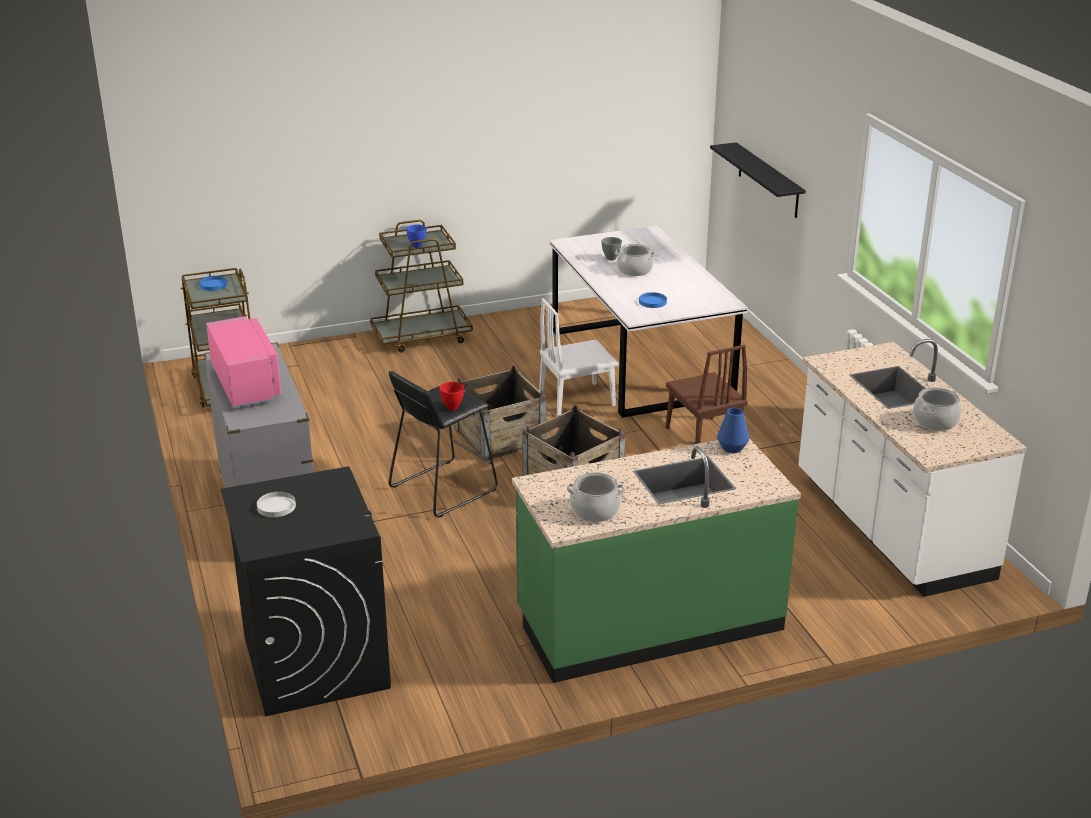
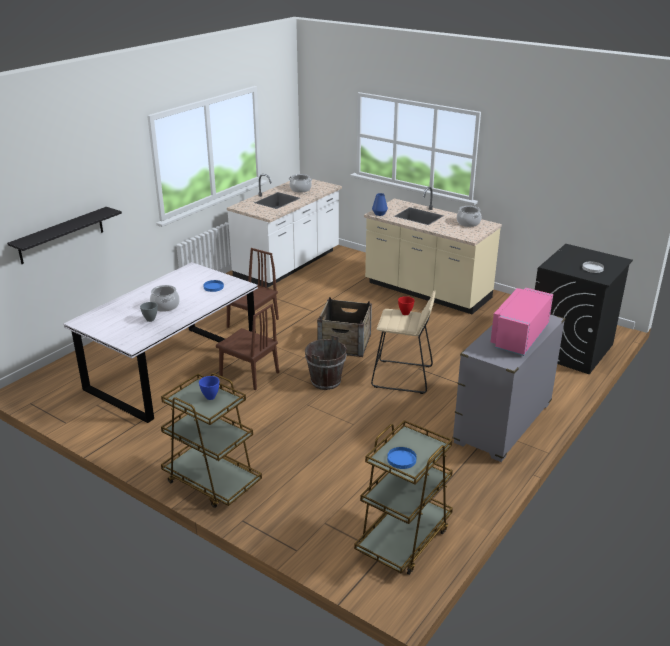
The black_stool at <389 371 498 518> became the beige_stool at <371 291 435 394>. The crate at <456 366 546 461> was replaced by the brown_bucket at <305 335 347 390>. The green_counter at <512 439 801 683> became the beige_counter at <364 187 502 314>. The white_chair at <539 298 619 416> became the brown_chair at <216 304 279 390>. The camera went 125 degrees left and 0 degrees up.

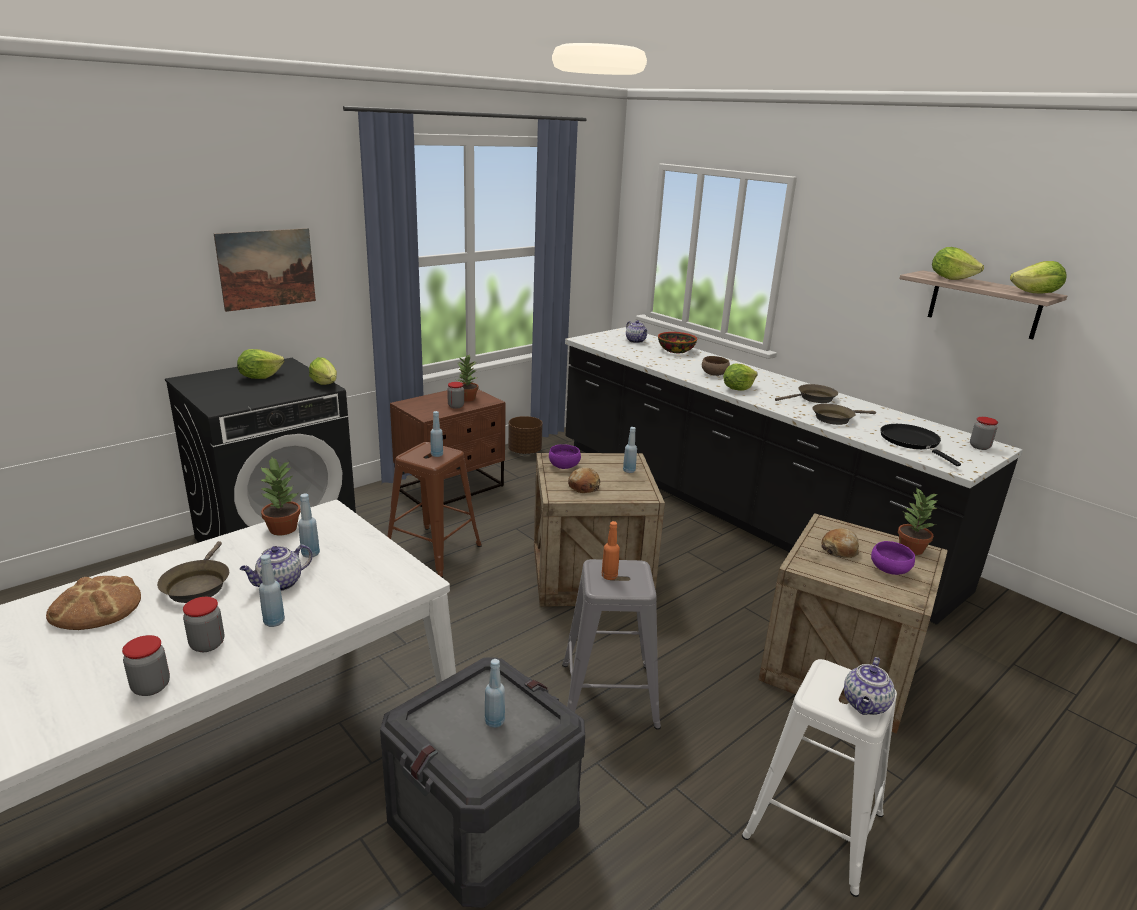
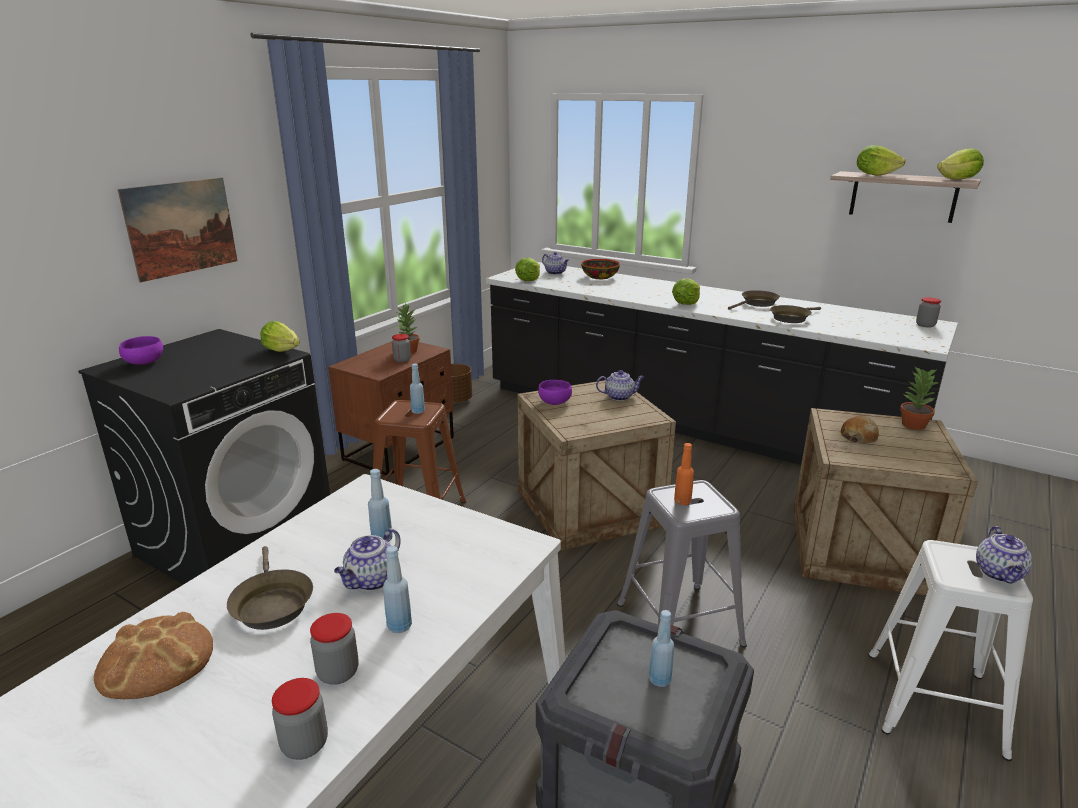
The lettuce moved from <237 349 284 379> to <515 258 540 281>. The potted_plant at <260 457 301 535> disappeared. The bread at <568 467 600 493> disappeared. The blue_bottle at <623 427 637 473> was replaced by the teapot at <596 370 644 401>. The brown_bowl at <702 356 730 376> disappeared. The purple_bowl moved from <871 541 915 575> to <119 336 163 365>. The black_frying_pan at <881 424 961 466> disappeared. The camera went 15 degrees left and 0 degrees up.

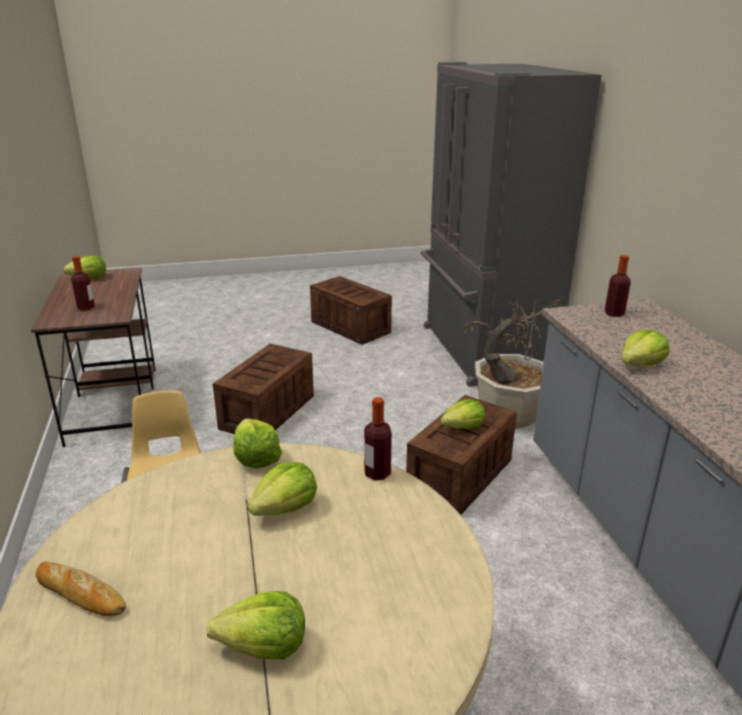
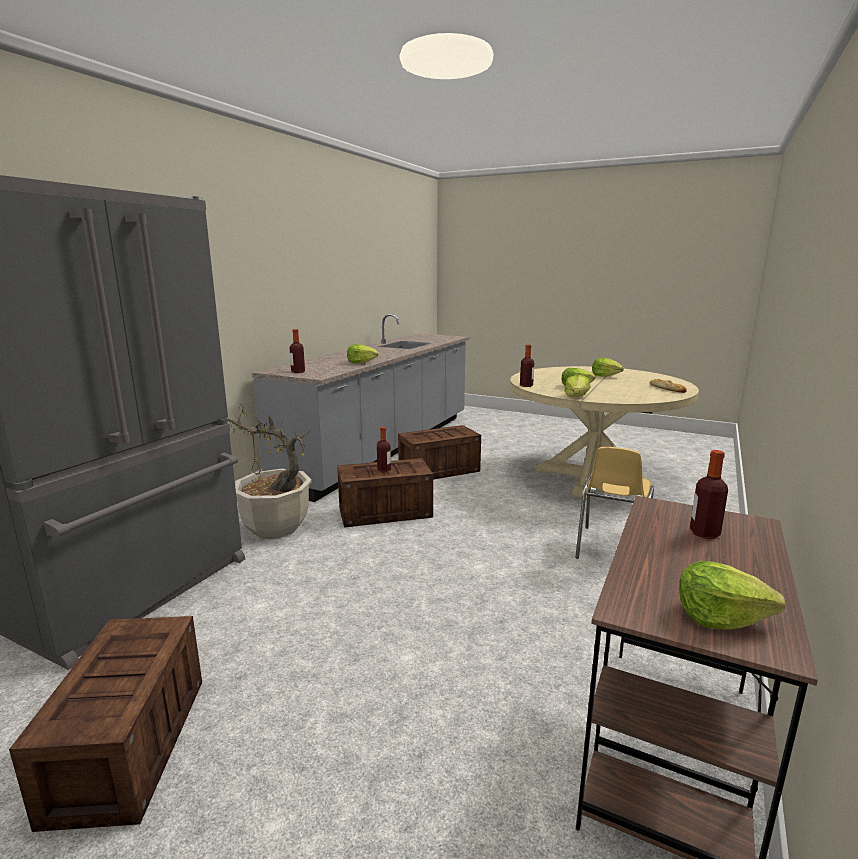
The crate moved from <213 344 314 434> to <398 425 481 480>. The lettuce at <440 399 485 429> was replaced by the bottle at <377 427 391 472>. The camera went 140 degrees left and 10 degrees down.

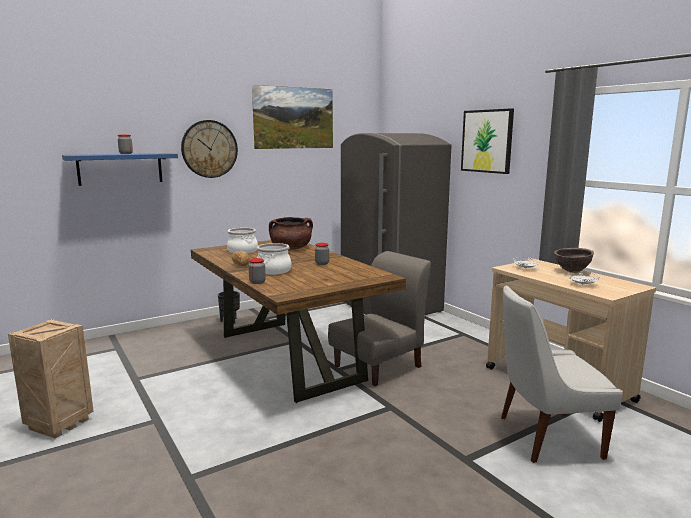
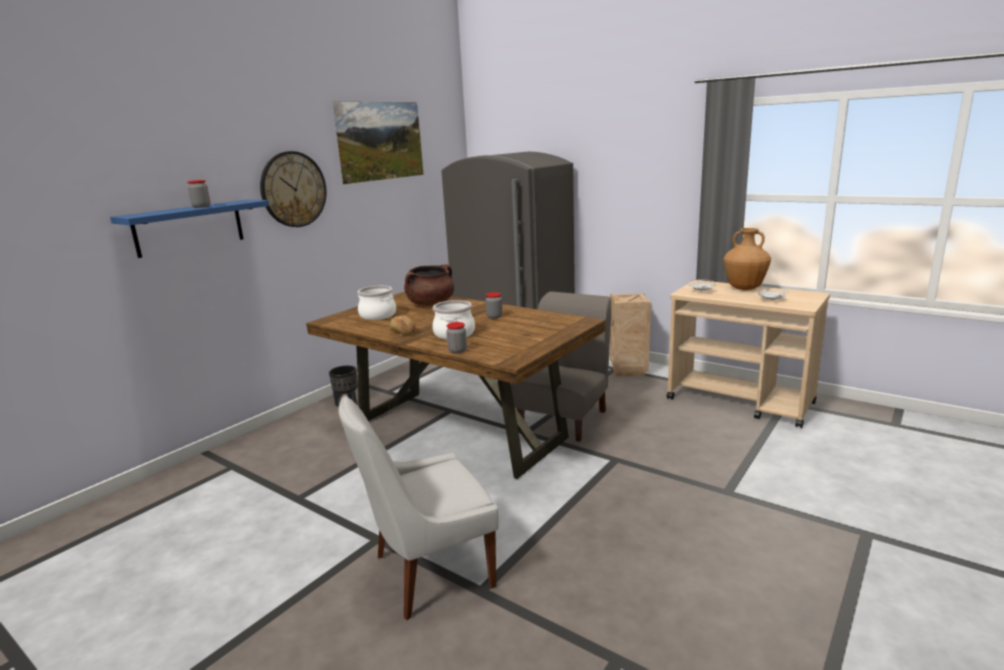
The crate moved from <8 319 94 439> to <610 293 651 376>. The picture at <461 108 514 174> disappeared. The white_chair moved from <501 285 623 463> to <339 396 499 620>. The brown_bowl at <554 248 594 273> was replaced by the brown_vase at <723 228 771 290>. The camera went 20 degrees left and 5 degrees up.

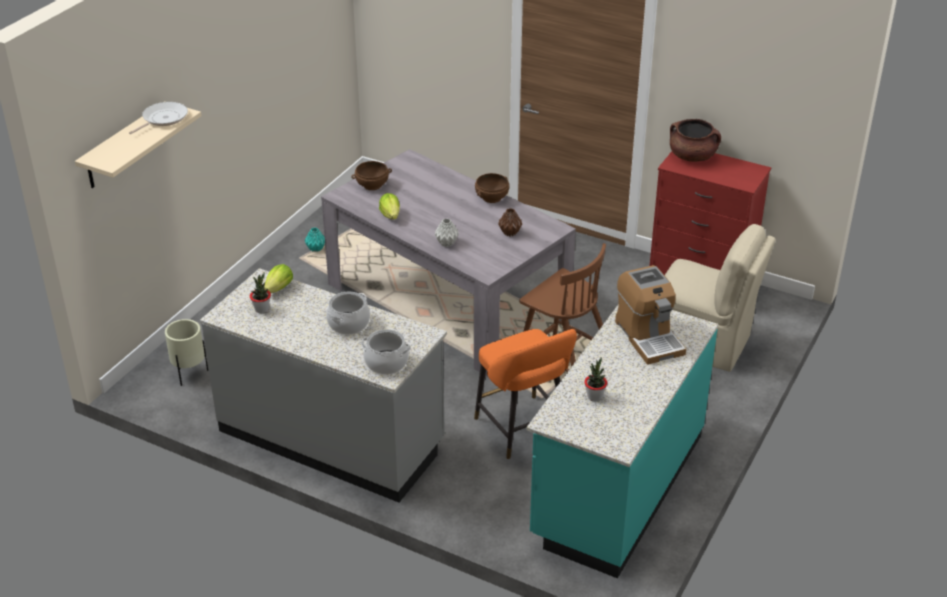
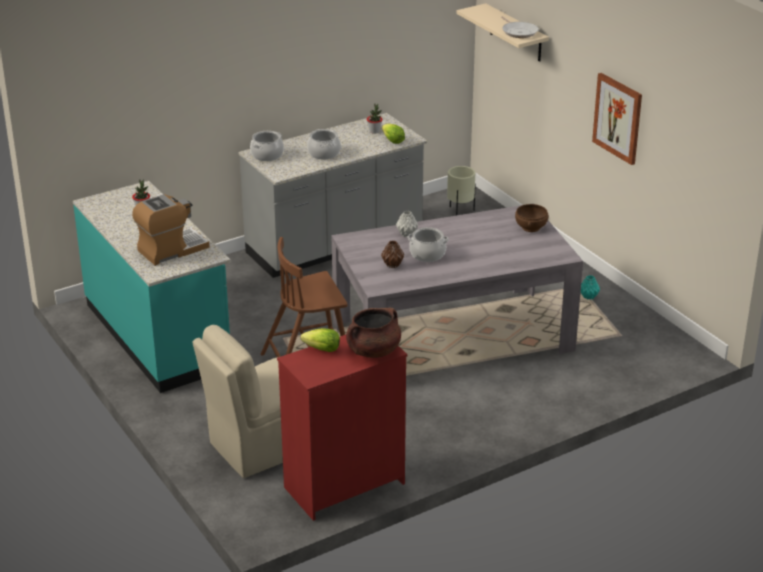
The lettuce moved from <379 193 400 220> to <301 328 340 352>. The orange_stool at <474 329 577 459> disappeared. The brown_bowl at <475 173 509 203> disappeared. The coffee_machine at <615 265 686 365> turned 135 degrees clockwise. The cooking_pot at <407 227 449 262> appeared. The picture at <592 73 642 165> appeared. The camera went 120 degrees right and 5 degrees down.

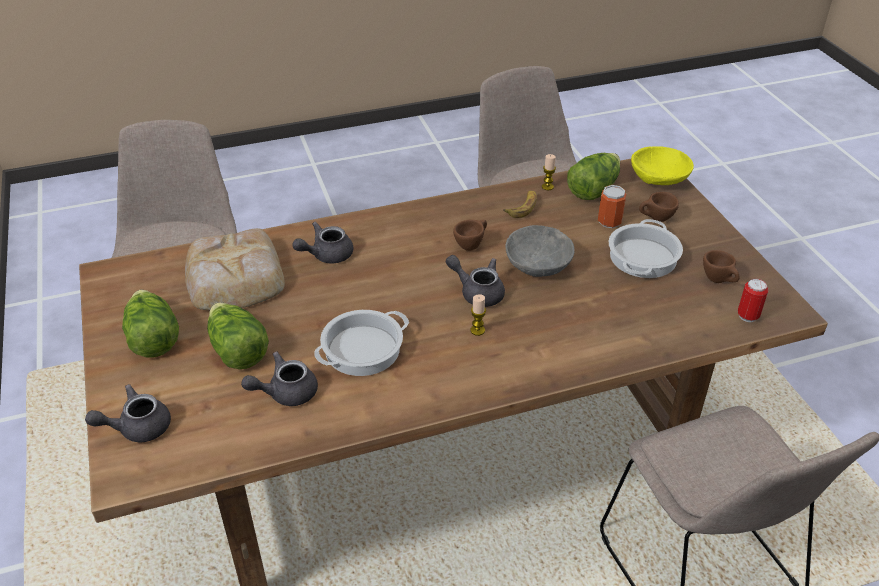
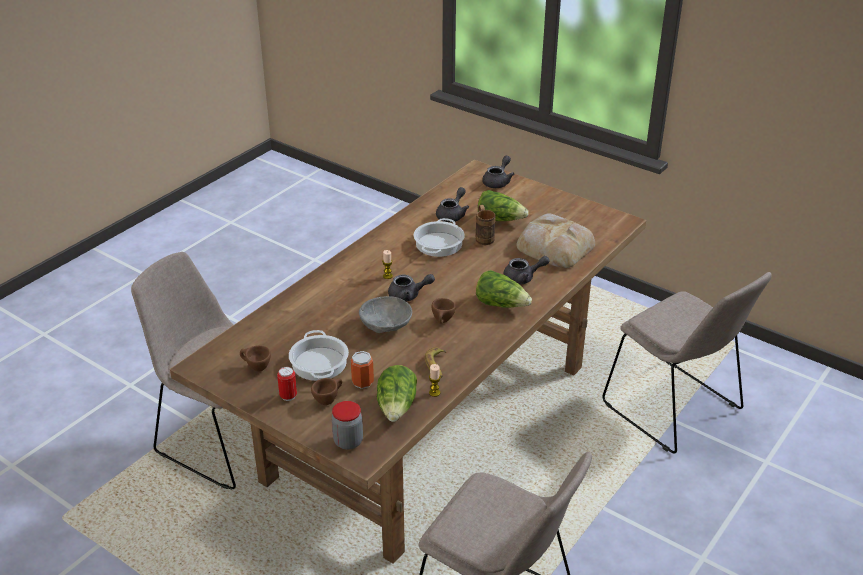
The lettuce moved from <122 289 179 357> to <476 270 532 308>. The grey_teapot at <293 222 353 263> turned 60 degrees clockwise. The yellow_bowl at <631 146 694 185> was replaced by the jar at <332 401 363 450>. The can moved from <738 279 769 322> to <277 367 297 401>. The brown_mug at <475 205 496 245> appeared. The camera went 145 degrees right and 5 degrees down.

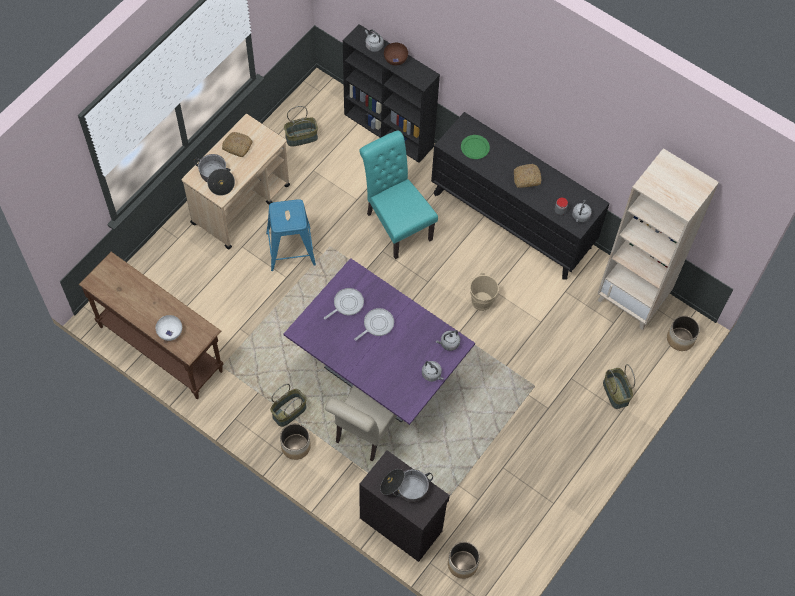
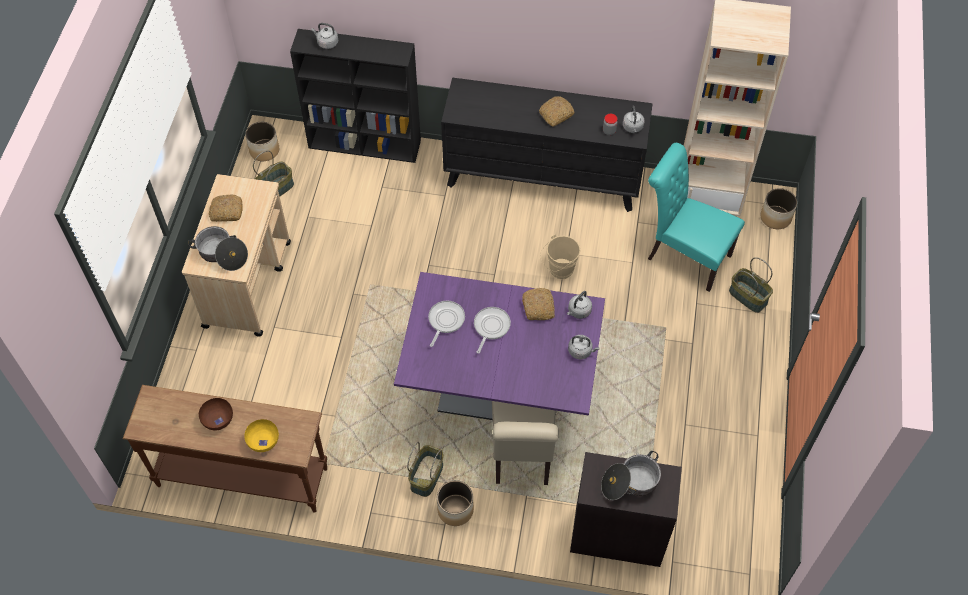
The white_bowl at <156 315 182 341> became the yellow_bowl at <244 419 279 452>. The blue_stool at <266 199 316 271> disappeared. The turquoise_chair moved from <359 130 438 259> to <648 143 745 292>. The brown_bowl moved from <384 43 408 65> to <199 398 233 430>. The planter moved from <448 542 480 579> to <245 122 279 161>. The green_plate at <461 135 490 159> disappeared. The bread at <522 288 555 320> appeared. The camera went 25 degrees left and 5 degrees down.

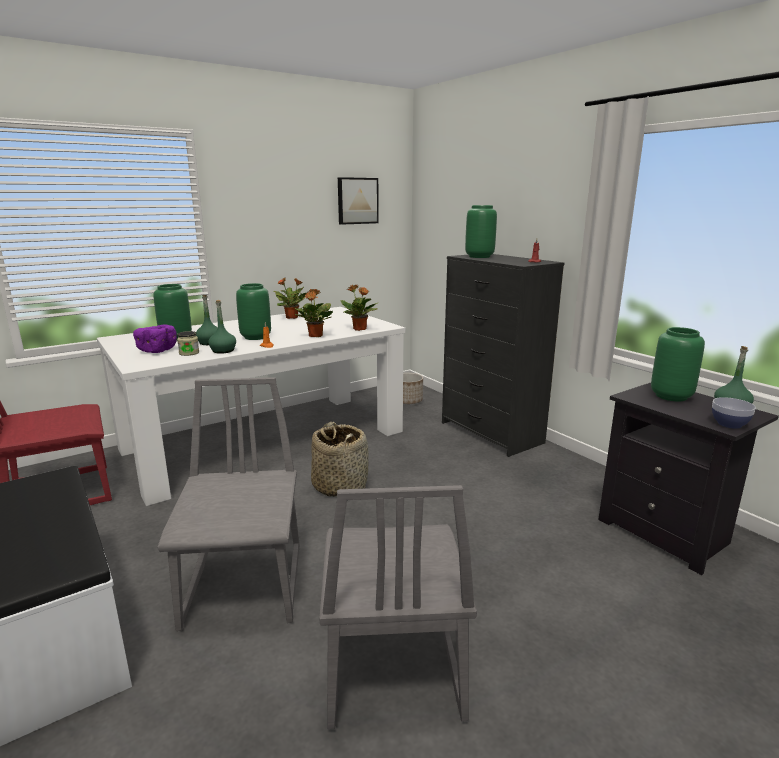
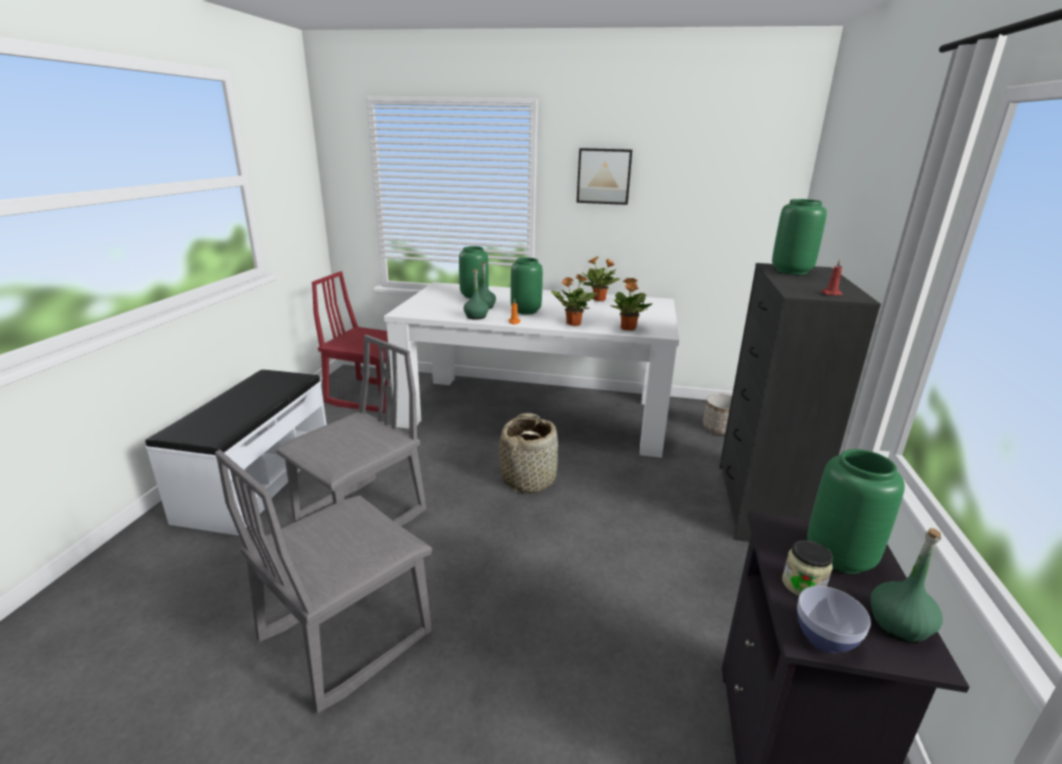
The purple_bowl at <133 324 177 353> disappeared. The jar moved from <177 331 199 356> to <782 540 833 596>. The picture moved from <338 177 379 225> to <577 148 632 205>. The camera went 45 degrees right and 5 degrees up.

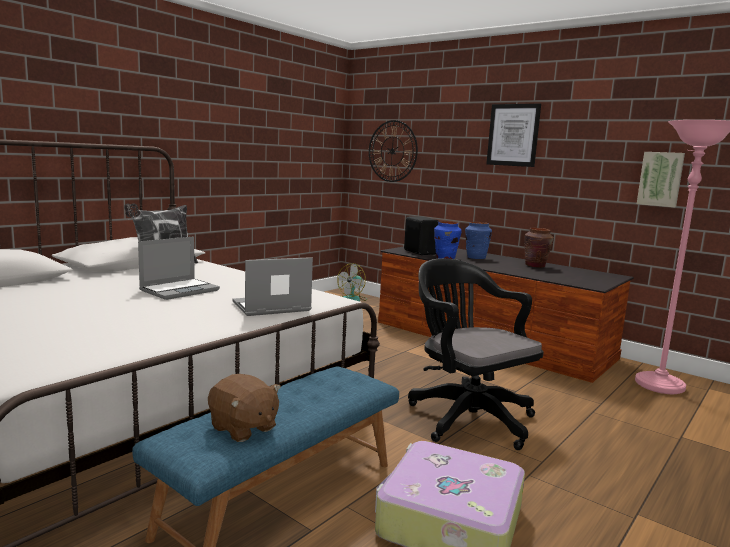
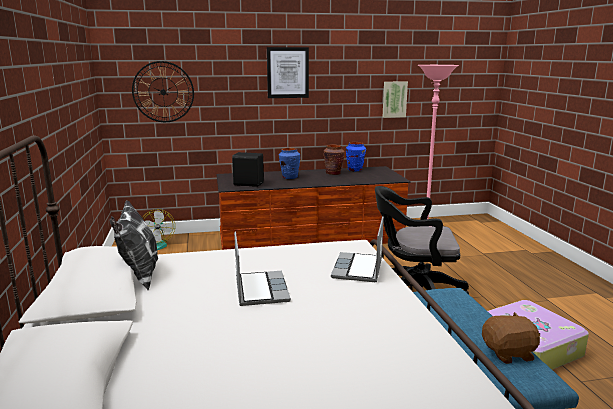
The blue_vase moved from <434 221 462 259> to <346 142 366 171>. The camera went 50 degrees left and 5 degrees up.

